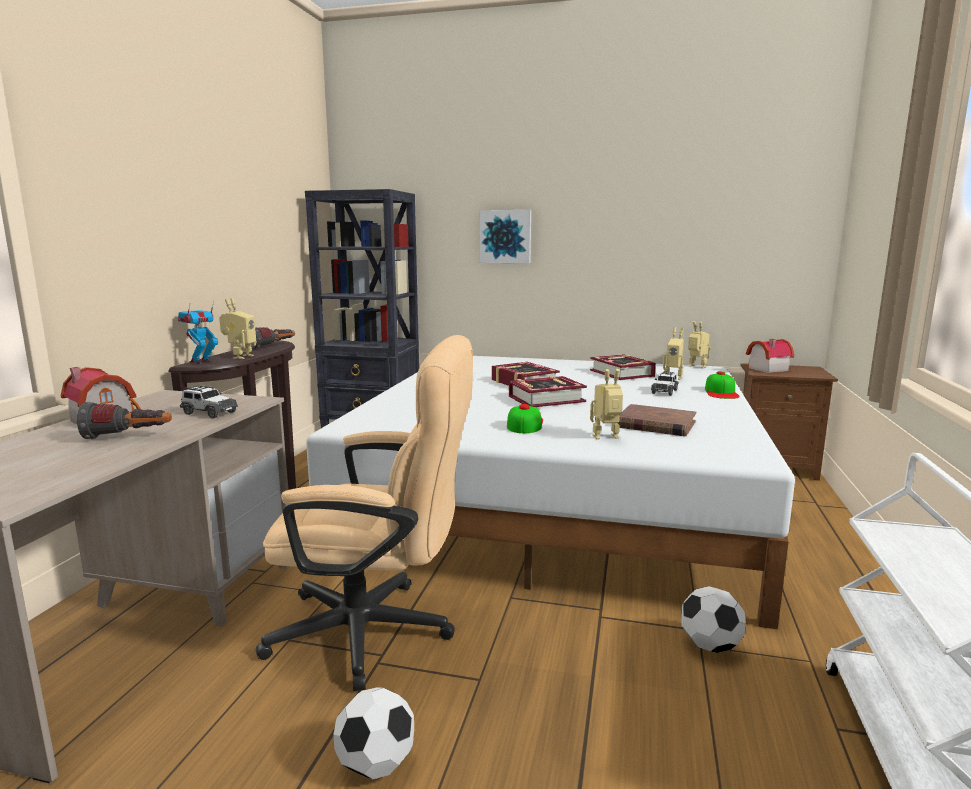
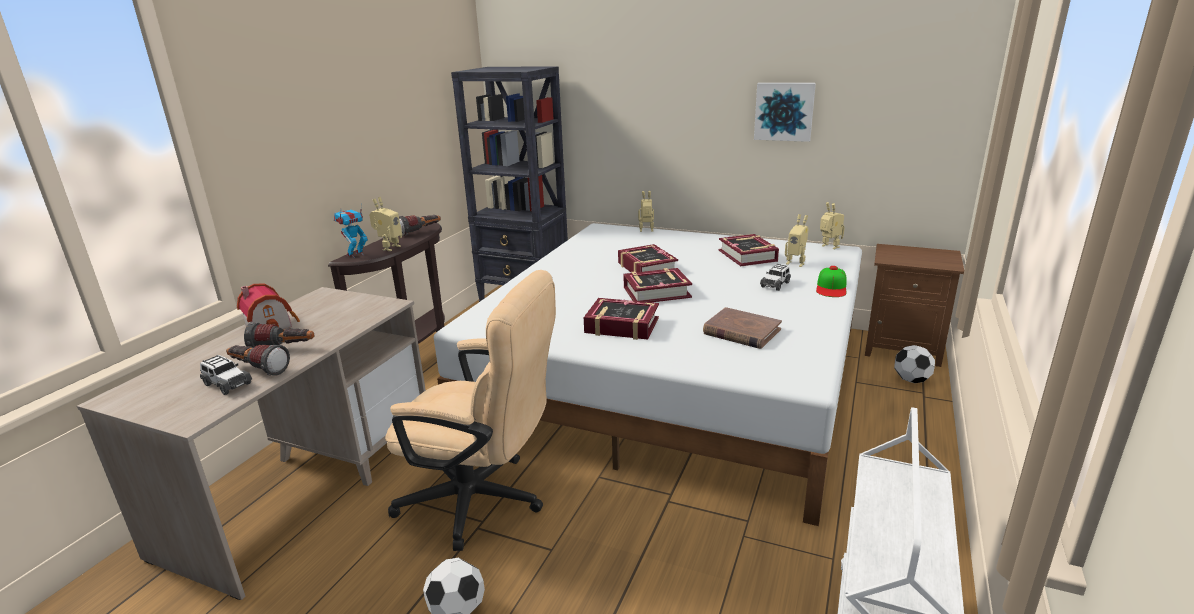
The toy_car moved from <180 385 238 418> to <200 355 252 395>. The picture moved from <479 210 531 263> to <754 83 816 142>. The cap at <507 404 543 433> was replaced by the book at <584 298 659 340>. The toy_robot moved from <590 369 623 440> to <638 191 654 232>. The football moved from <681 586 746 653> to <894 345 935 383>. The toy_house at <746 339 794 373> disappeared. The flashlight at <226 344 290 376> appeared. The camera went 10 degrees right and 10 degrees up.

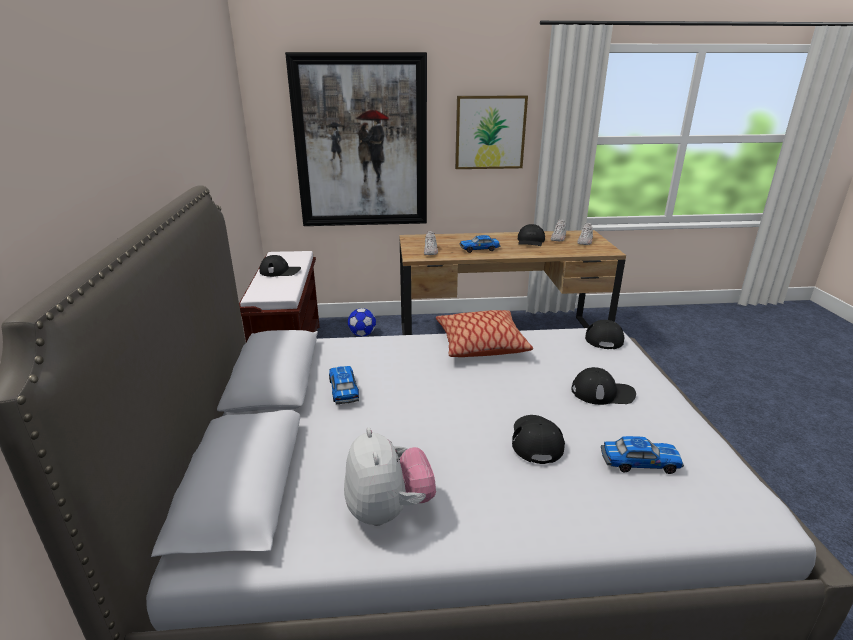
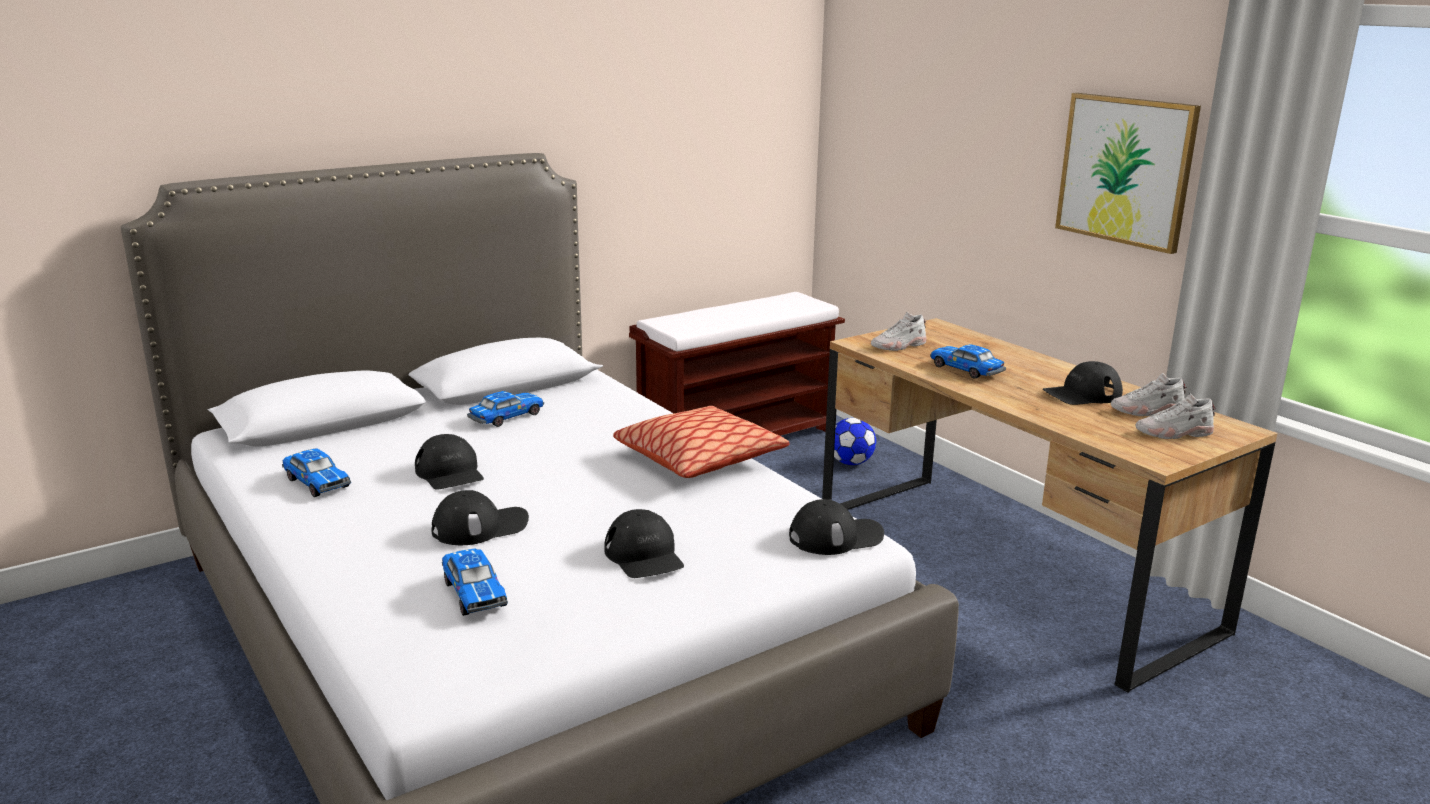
The black_cap moved from <259 255 301 277> to <415 434 484 490>. The picture at <285 52 427 226> disappeared. The plush_toy at <344 428 436 526> was replaced by the toy_car at <282 448 351 497>. The camera went 60 degrees right and 5 degrees down.

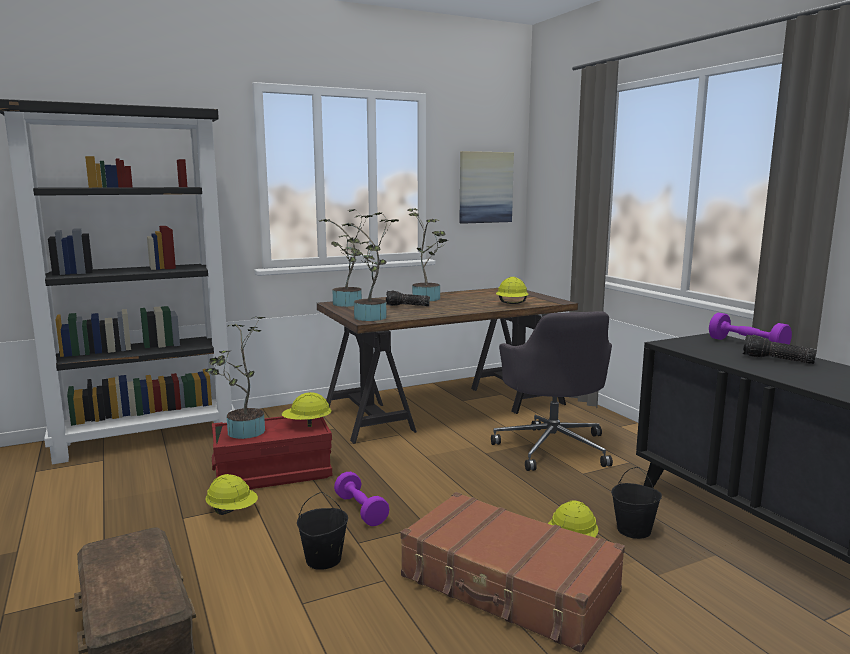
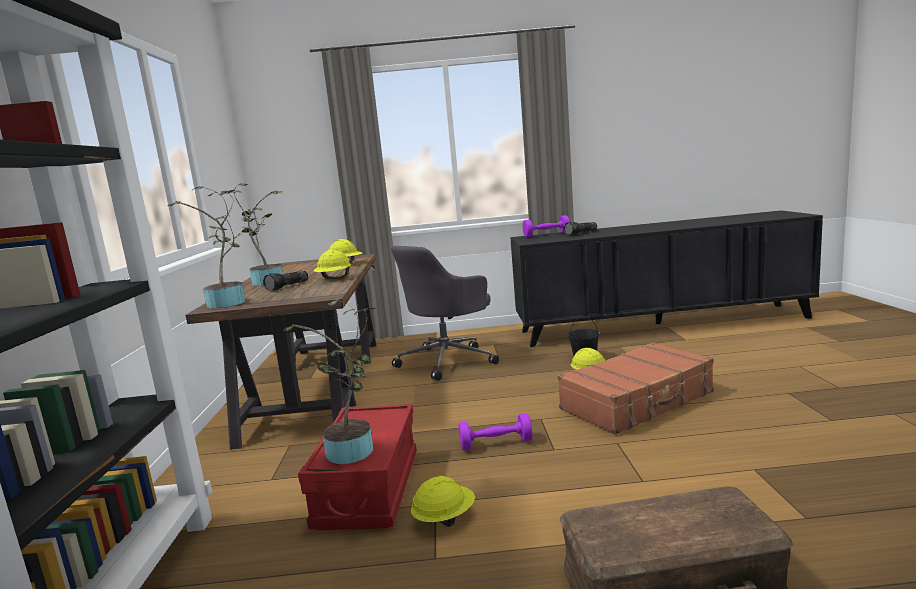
The yellow_hard_hat moved from <282 392 332 427> to <313 249 351 279>. The black_bucket at <297 492 348 570> disappeared. The potted_plant at <342 213 399 321> disappeared. The picture at <459 151 514 224> disappeared. The grey_office_chair at <491 311 613 471> turned 120 degrees clockwise. The camera went 65 degrees left and 0 degrees up.

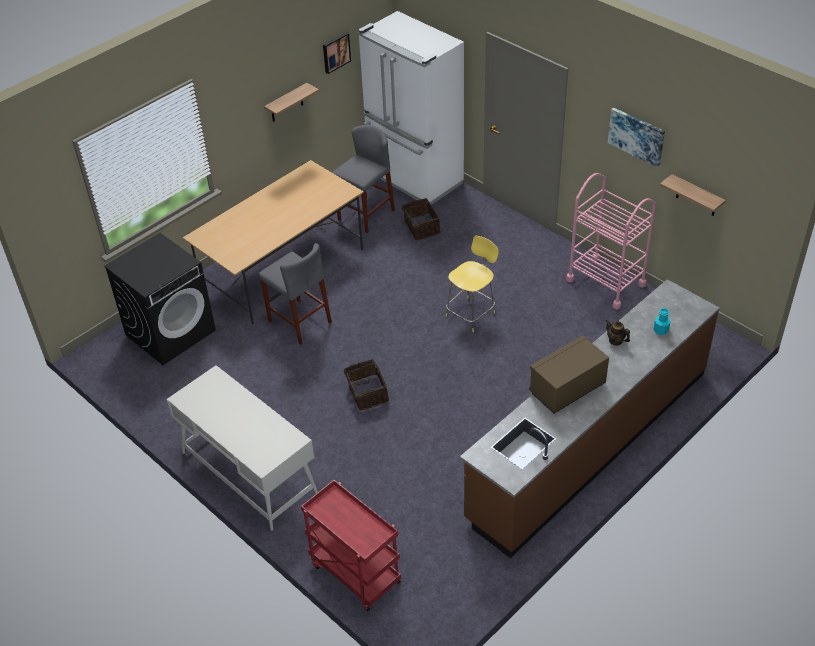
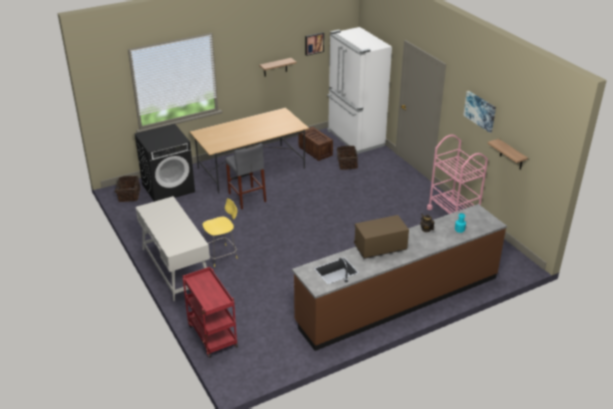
The grey_stool at <332 125 395 233> was replaced by the crate at <299 127 333 161>. The basket moved from <344 359 389 411> to <115 176 140 202>. The yellow_stool moved from <446 236 499 332> to <203 198 237 267>. The camera went 15 degrees right and 10 degrees down.

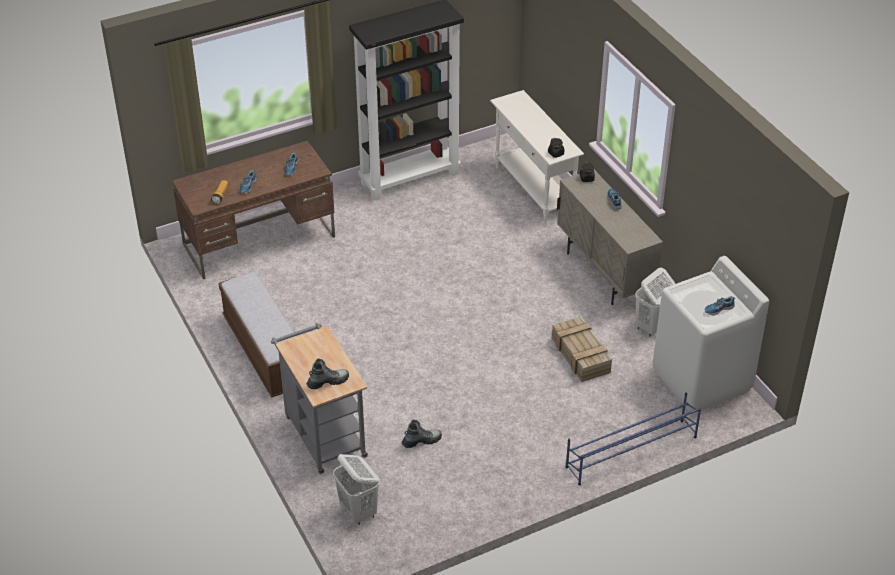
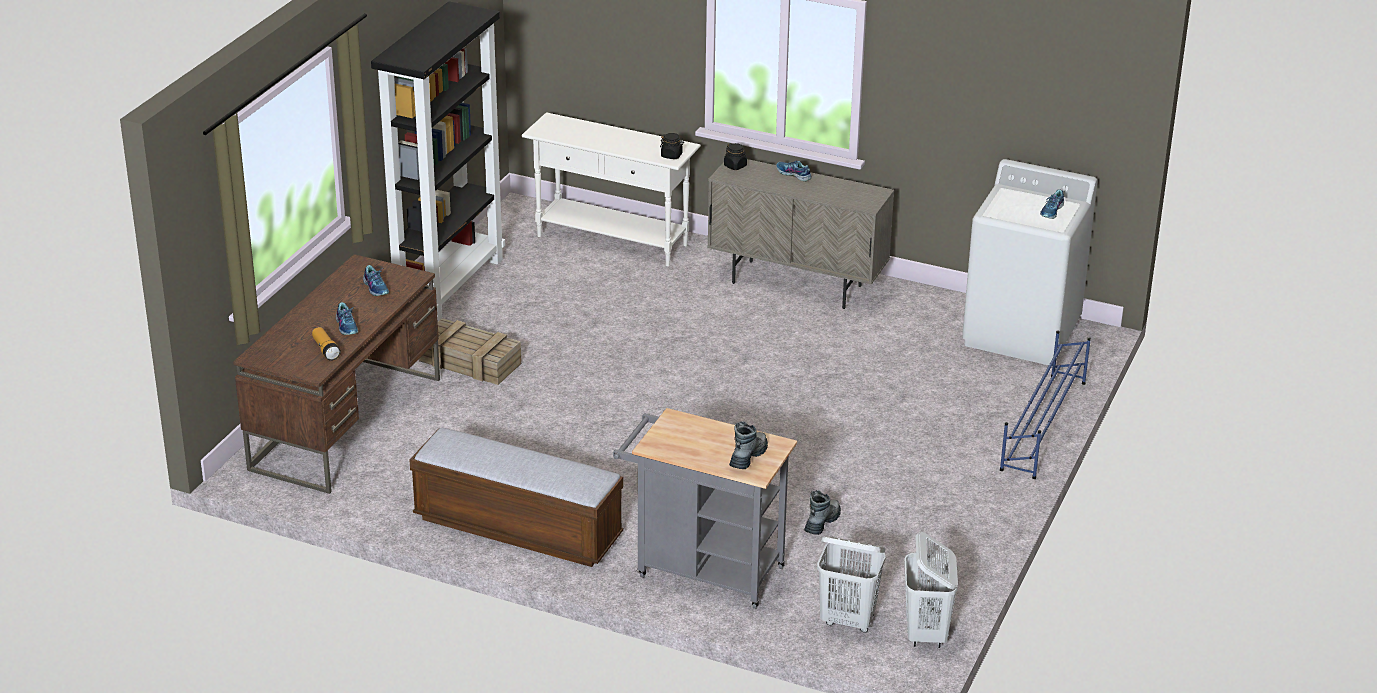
The crate moved from <552 316 612 382> to <419 318 521 385>. The white_laundry_basket moved from <635 268 676 337> to <904 532 958 648>. The camera went 40 degrees left and 10 degrees down.

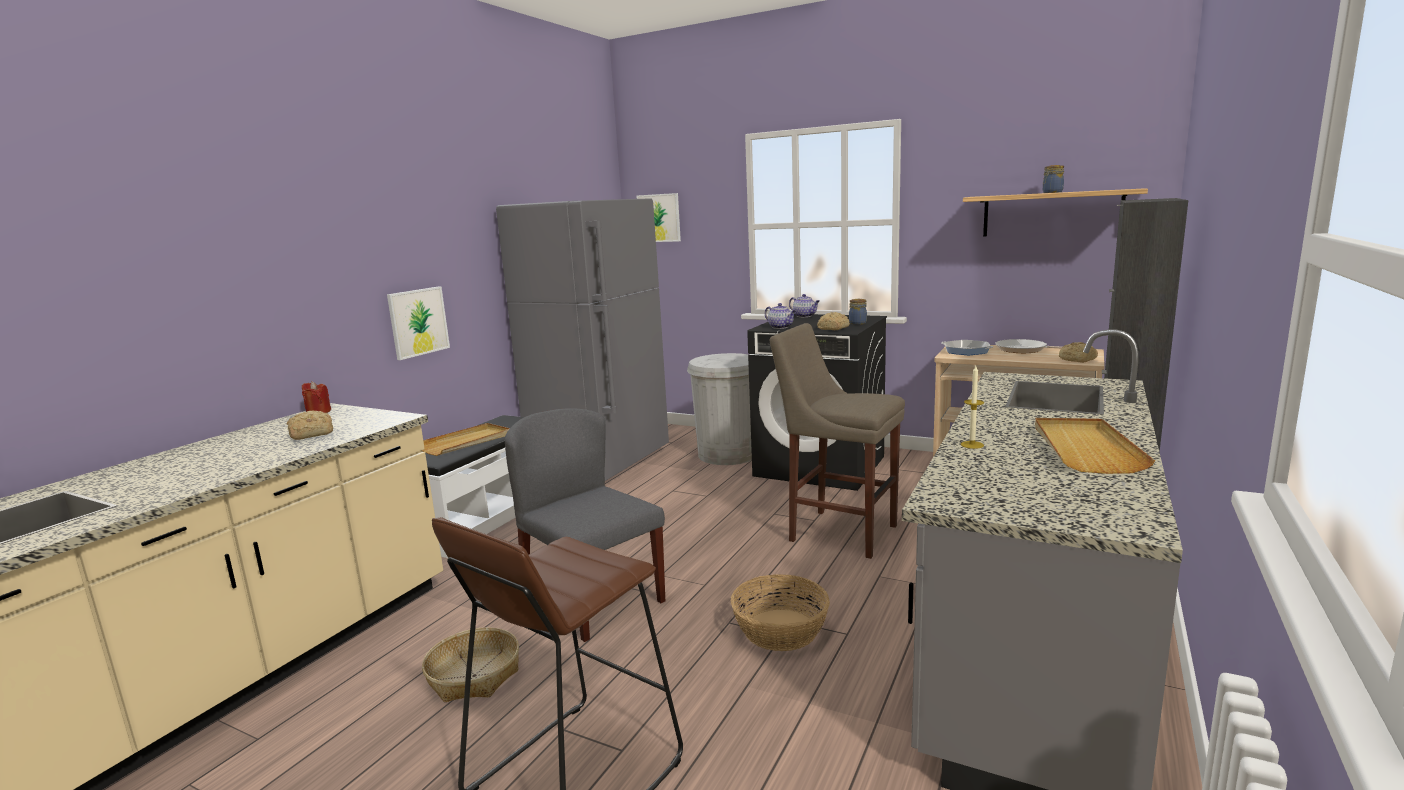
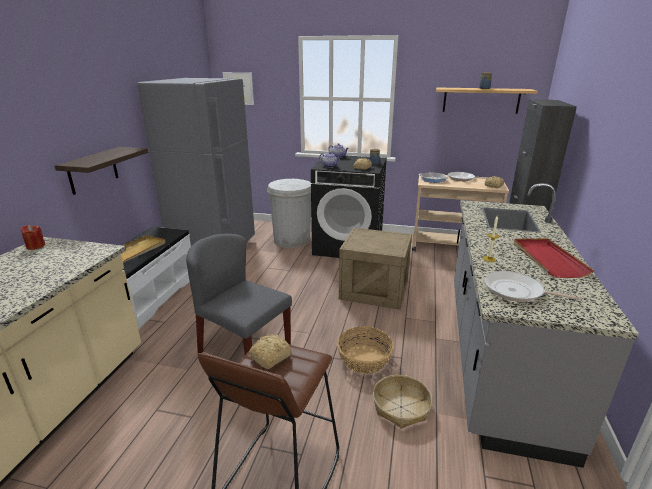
The bread moved from <287 410 333 440> to <249 334 292 369>. The picture at <387 286 450 360> was replaced by the shelf at <55 147 148 195>. The basket moved from <422 627 519 702> to <373 375 432 429>. The beige_stool at <770 323 905 559> was replaced by the crate at <339 228 412 310>. The beige_tray at <1035 418 1155 474> became the red_tray at <514 238 595 278>. The frying_pan at <484 271 580 302> appeared. The camera went 15 degrees left and 10 degrees up.

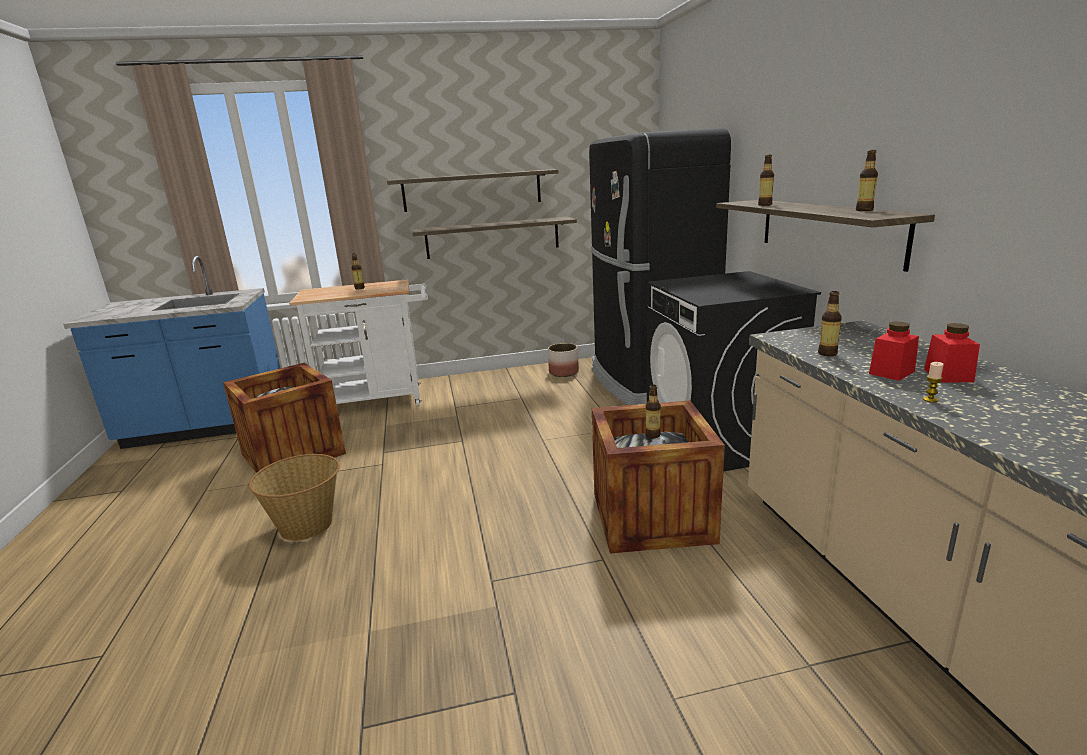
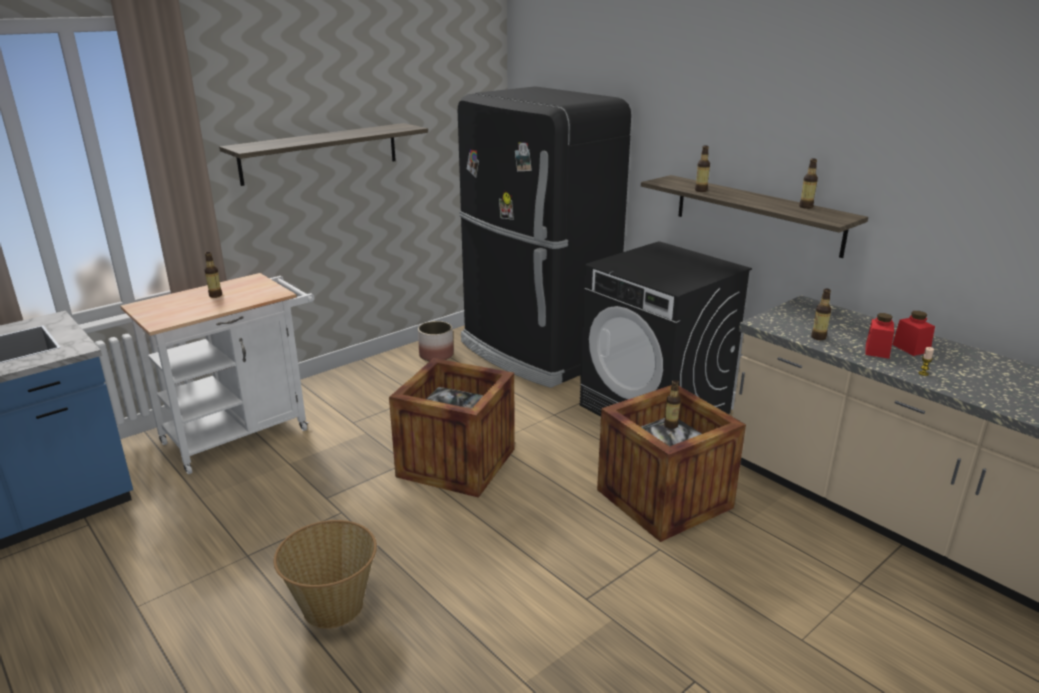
The crate moved from <223 363 346 473> to <389 358 515 498>. The shelf at <412 217 577 259> disappeared. The camera went 30 degrees left and 5 degrees up.

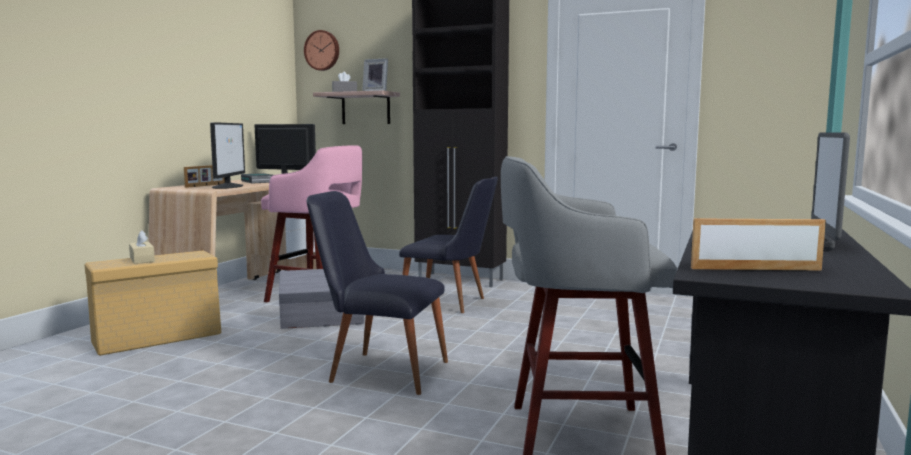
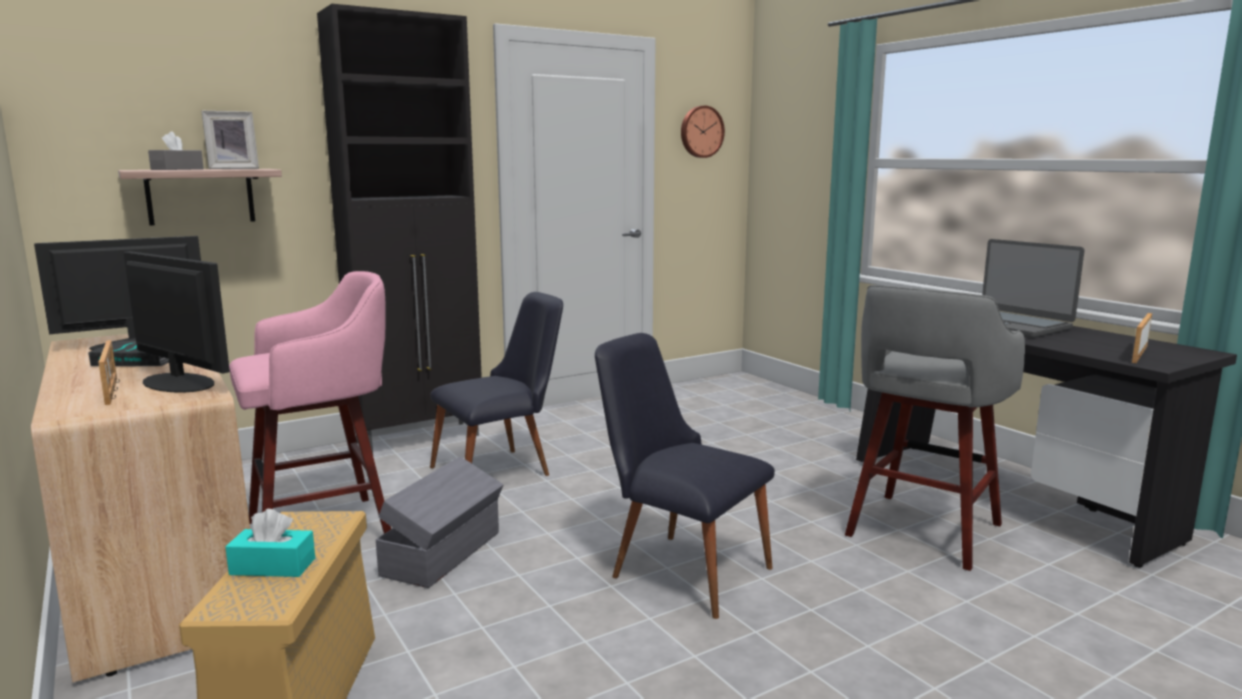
The beige_tissue_box at <129 230 155 264> became the turquoise_tissue_box at <225 509 315 577>. The wall_clock moved from <304 30 339 71> to <681 106 725 158>. The black_chair at <307 191 448 395> turned 75 degrees clockwise. The camera went 55 degrees left and 5 degrees up.

